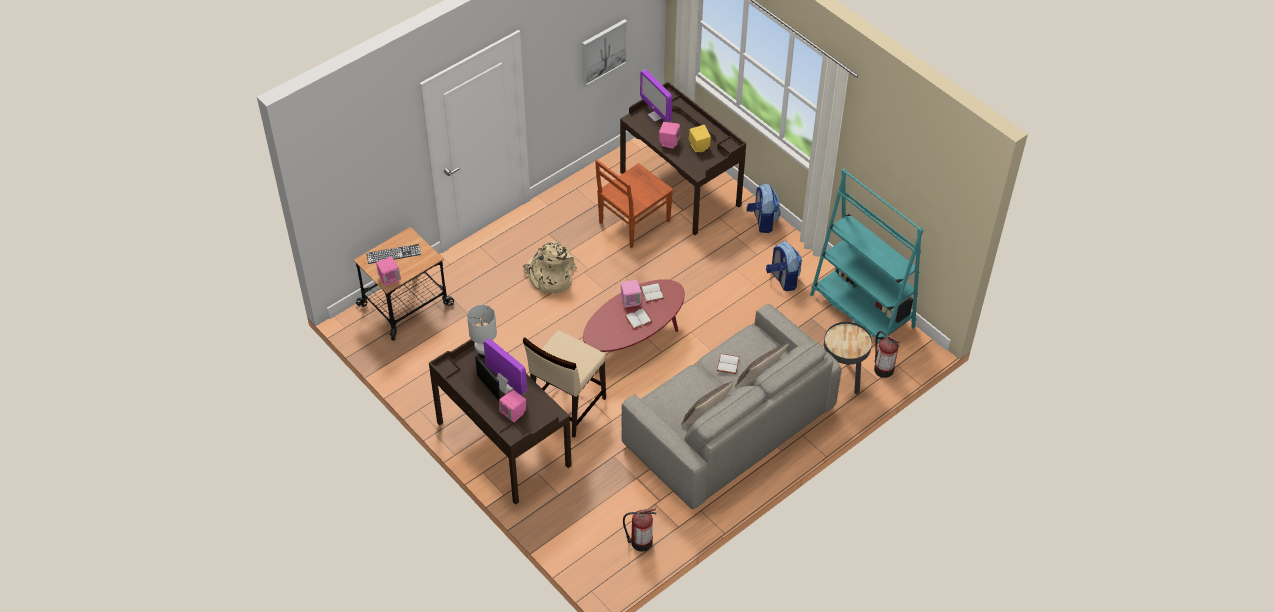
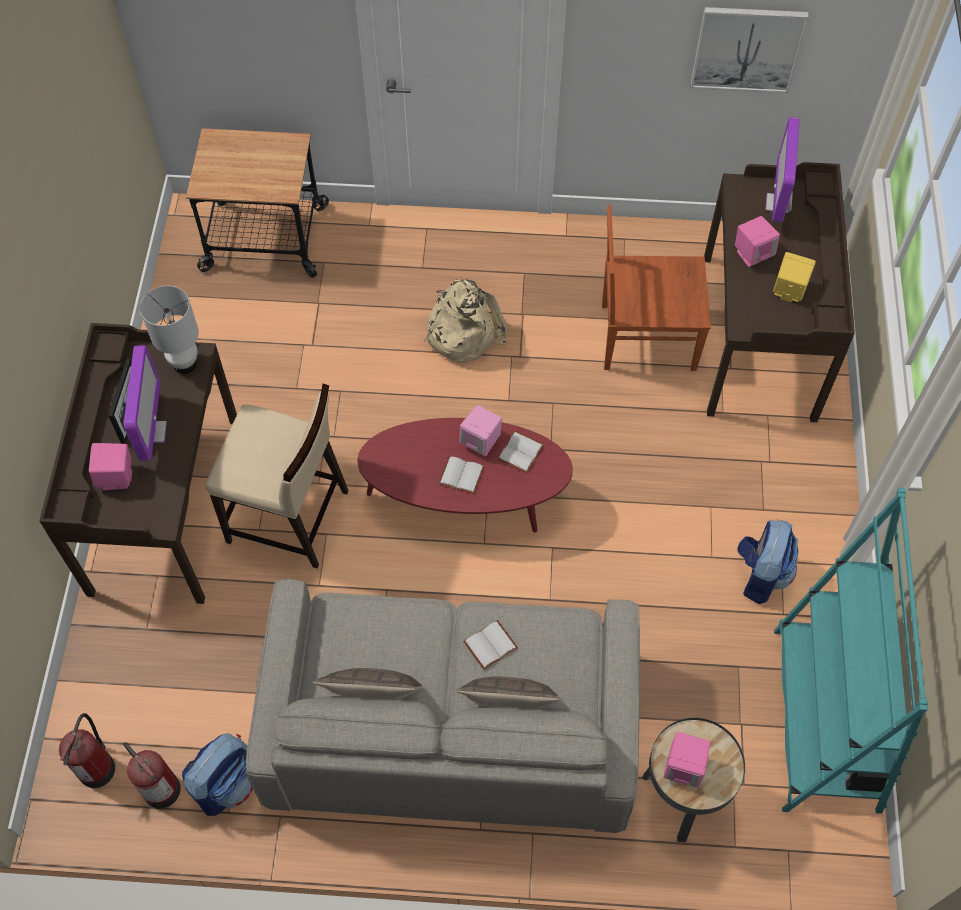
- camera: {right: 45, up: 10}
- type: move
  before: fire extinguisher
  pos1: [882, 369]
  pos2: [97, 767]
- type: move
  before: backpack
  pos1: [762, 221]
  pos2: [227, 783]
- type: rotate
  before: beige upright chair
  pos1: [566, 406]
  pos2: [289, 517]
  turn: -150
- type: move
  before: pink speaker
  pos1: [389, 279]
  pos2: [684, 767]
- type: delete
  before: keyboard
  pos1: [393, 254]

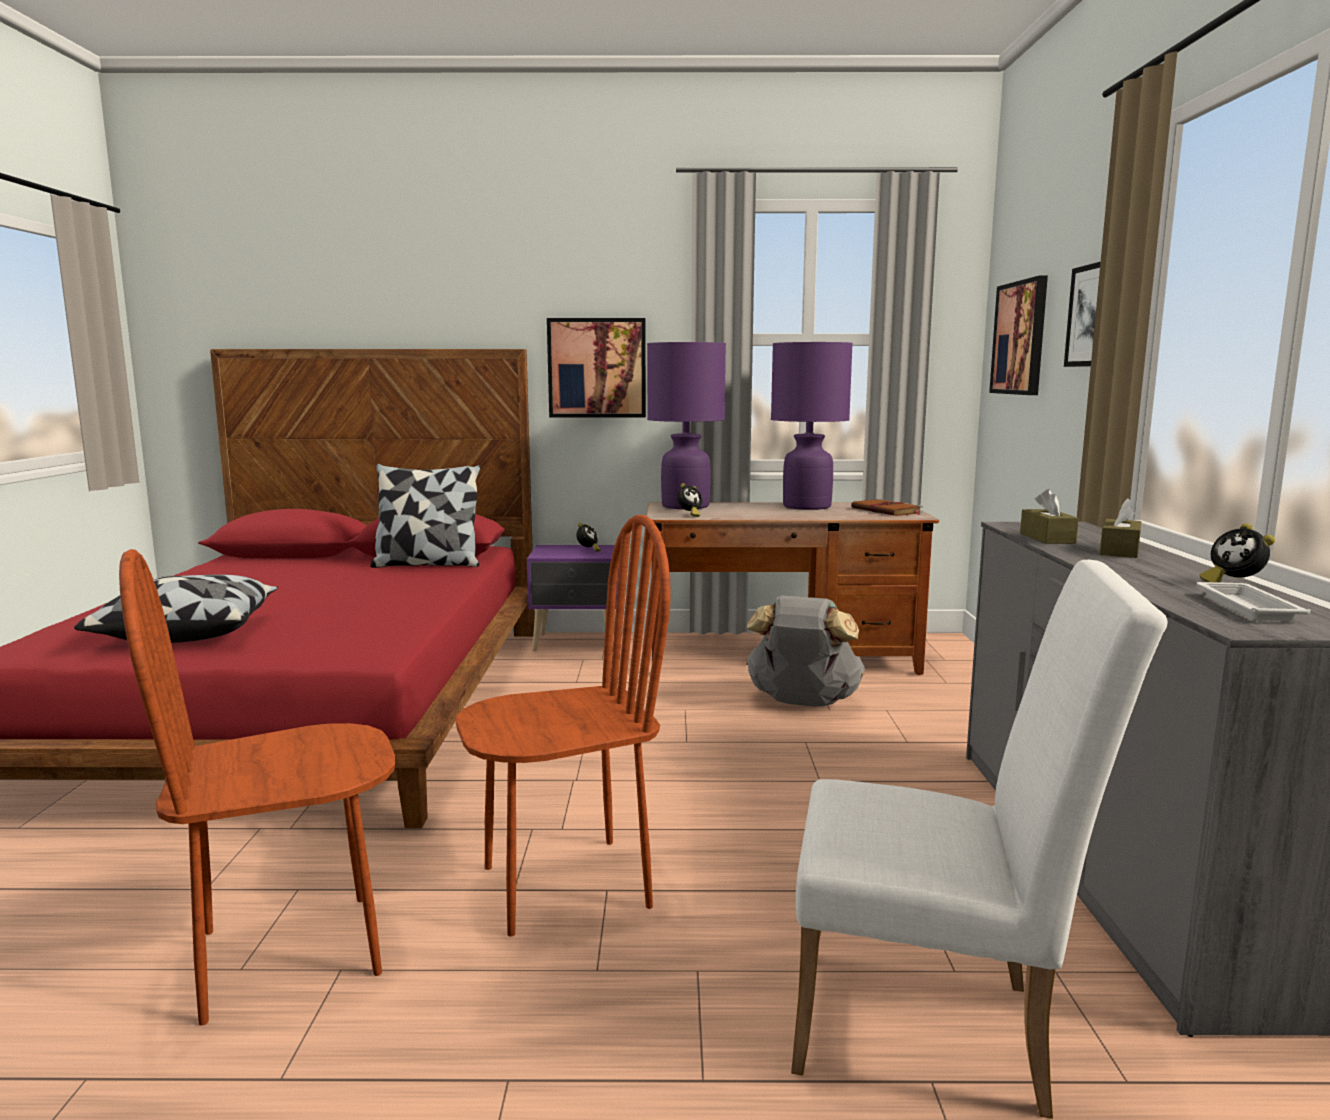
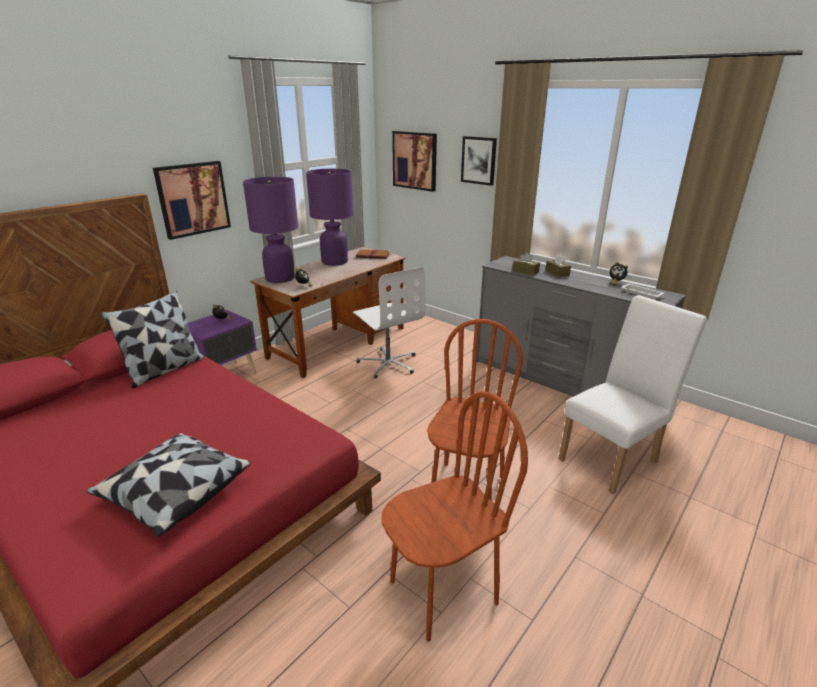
- camera: {right: -50, up: 15}
- type: replace
  before: greyish backpack
  after: white computer chair
  pos1: [802, 703]
  pos2: [388, 363]
- type: rotate
  before: brown upright chair
  pos1: [290, 953]
  pos2: [443, 591]
  turn: -135

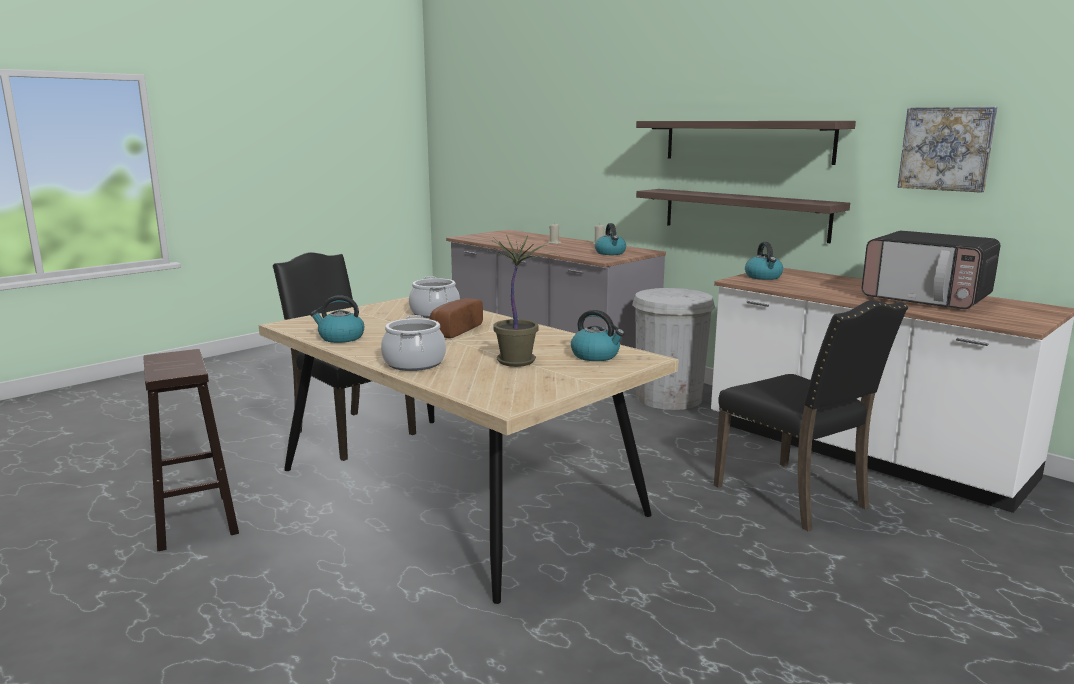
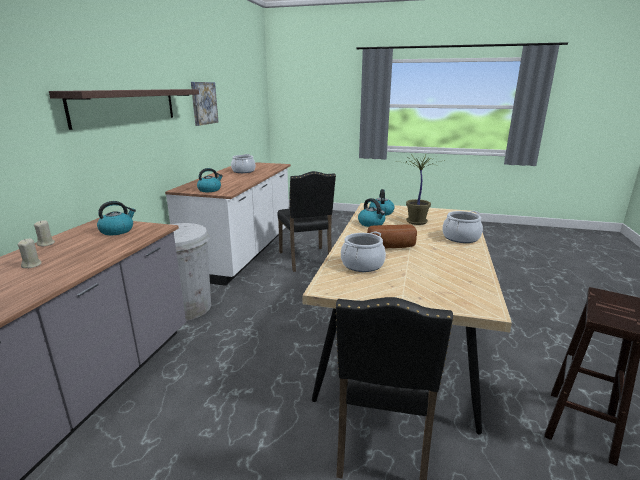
- camera: {right: -120, up: 5}
- type: replace
  before: kitchen microwave
  after: saucepot
  pos1: [927, 298]
  pos2: [243, 171]
- type: rotate
  before: black upright chair
  pos1: [794, 496]
  pos2: [306, 259]
  turn: 135
- type: move
  before: kettle
  pos1: [340, 338]
  pos2: [371, 223]
- type: delete
  before: shelf
  pos1: [744, 214]

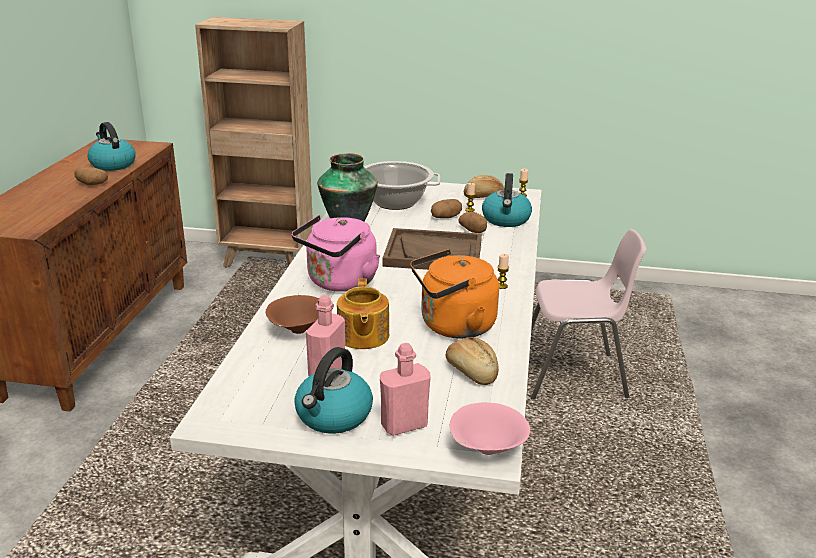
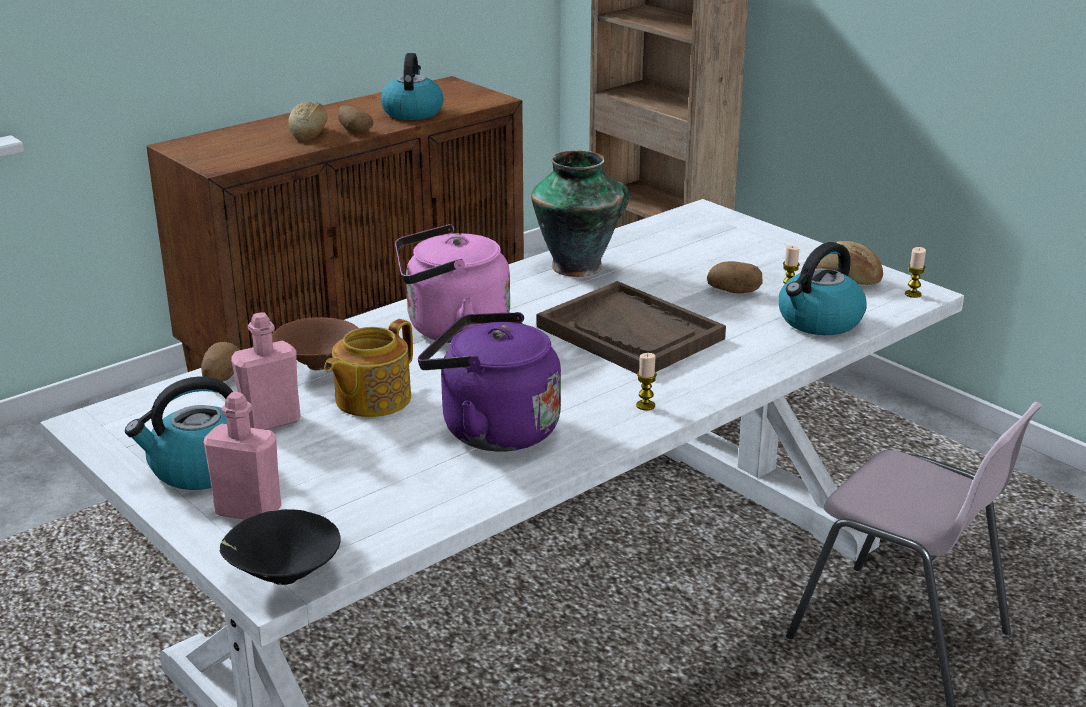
- camera: {right: 40, up: 0}
- type: move
  before: spud
  pos1: [473, 231]
  pos2: [221, 378]
- type: recolor
  before: pink deep dish
  after: black deep dish
  pos1: [486, 450]
  pos2: [282, 577]
- type: move
  before: bakery bread
  pos1: [471, 372]
  pos2: [309, 133]
- type: recolor
  before: orange-coloured kettle
  after: purple-coloured kettle
  pos1: [453, 326]
  pos2: [492, 430]
- type: delete
  before: saucepot
  pos1: [395, 202]

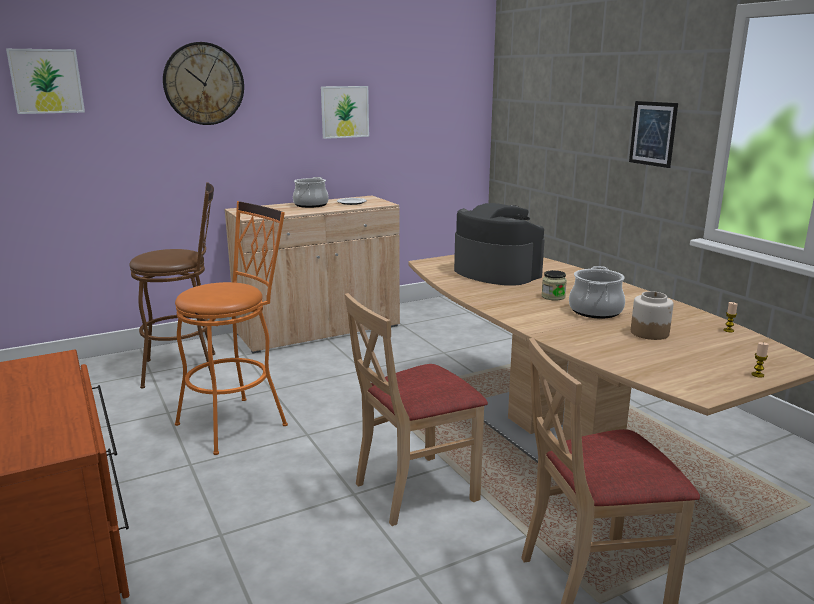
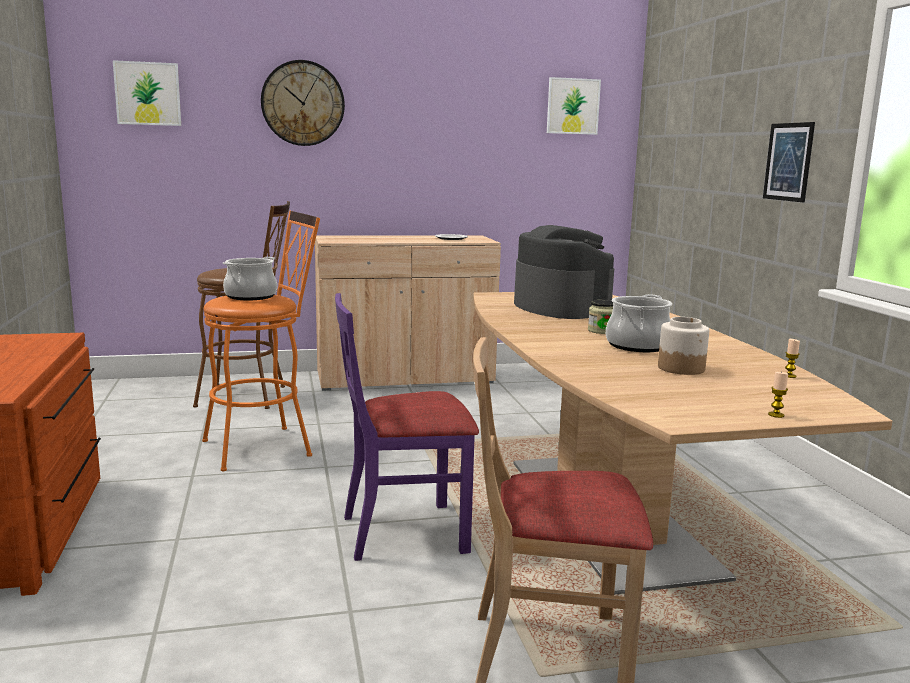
- camera: {right: 15, up: -5}
- type: move
  before: saucepot
  pos1: [310, 205]
  pos2: [250, 296]
- type: recolor
  before: beige upright chair
  after: purple-coloured upright chair
  pos1: [415, 489]
  pos2: [404, 532]
- type: move
  before: wall picture
  pos1: [344, 112]
  pos2: [573, 106]

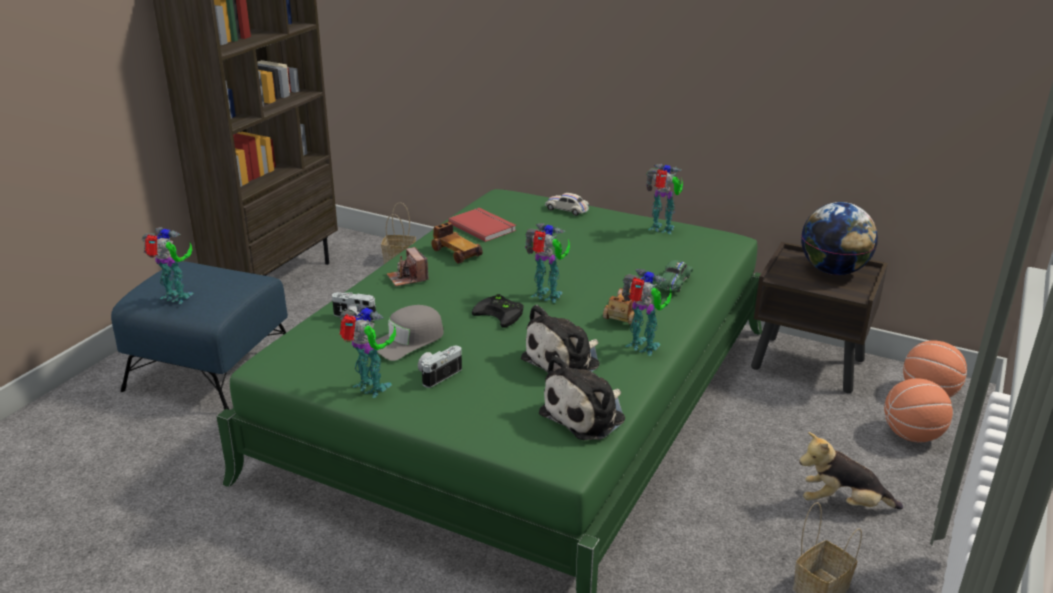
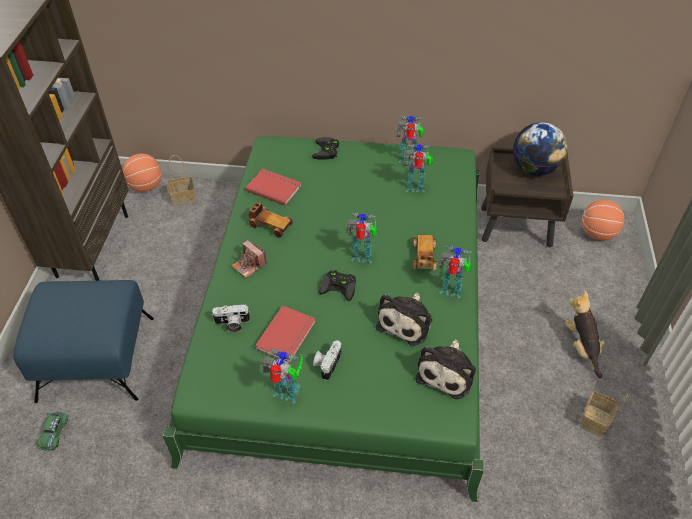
- camera: {right: -20, up: 20}
- type: move
  before: green model car
  pos1: [673, 282]
  pos2: [54, 432]
- type: move
  before: basketball
  pos1: [912, 435]
  pos2: [146, 186]
- type: replace
  before: greyish cap
  after: red book
  pos1: [408, 341]
  pos2: [288, 335]
- type: replace
  before: white model car
  after: black game controller
  pos1: [566, 209]
  pos2: [327, 151]
- type: move
  before: toy robot
  pos1: [176, 298]
  pos2: [416, 188]
- type: rotate
  before: plush toy
  pos1: [842, 504]
  pos2: [581, 346]
  turn: 90

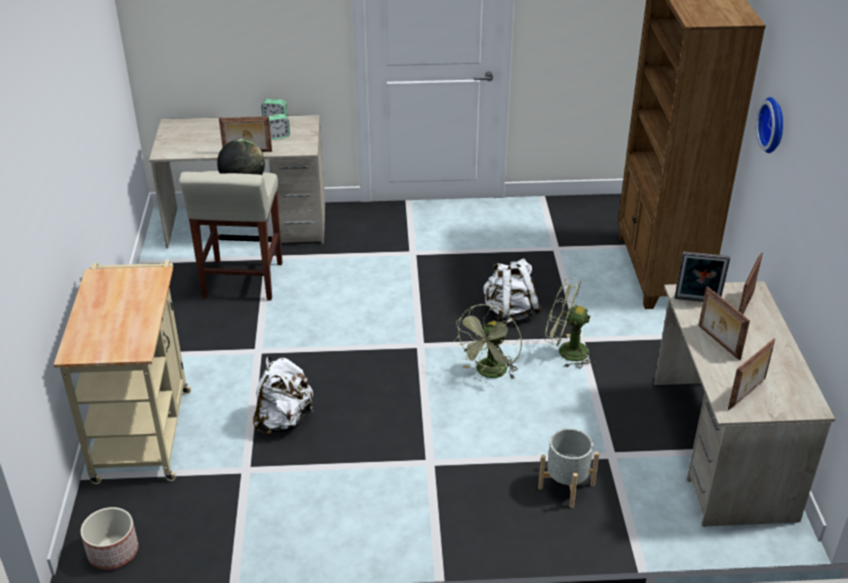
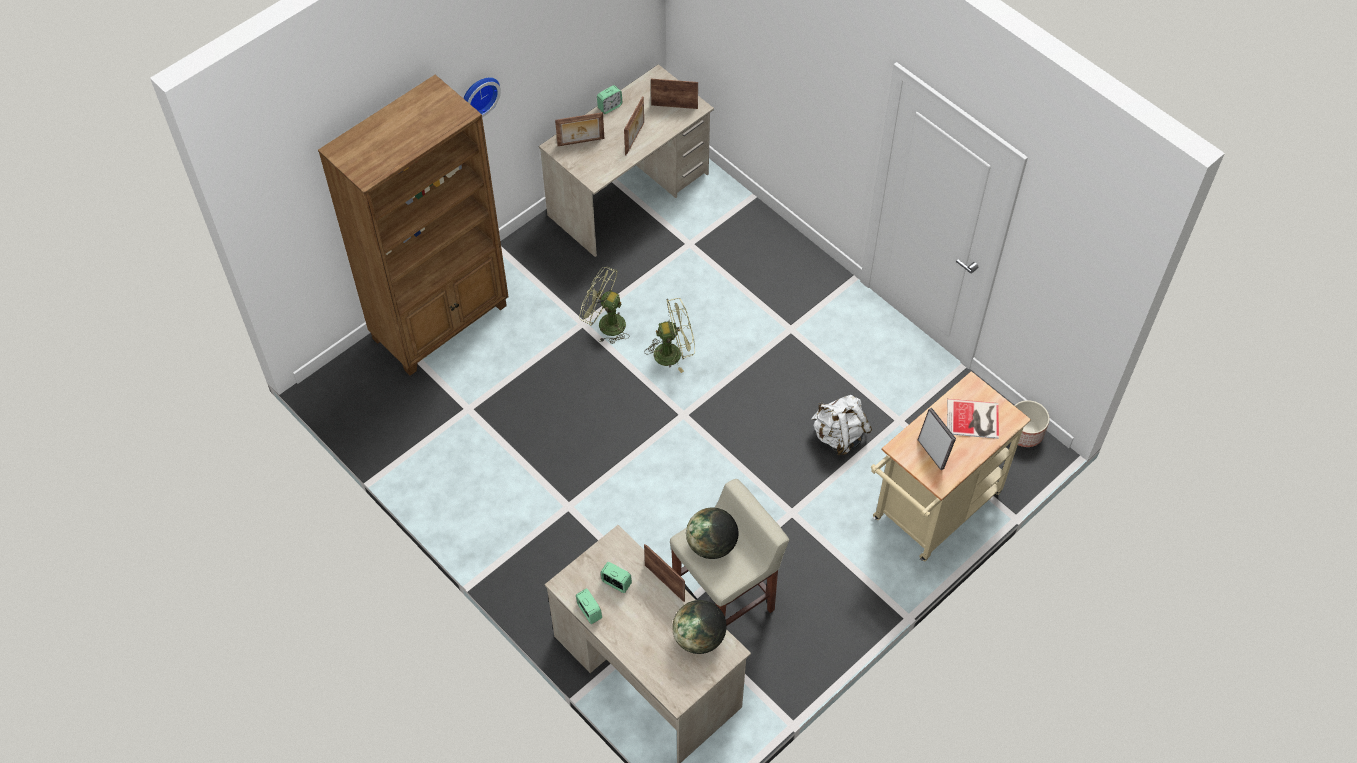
- camera: {right: -130, up: 20}
- type: rotate
  before: green cooling fan
  pos1: [566, 351]
  pos2: [605, 324]
  turn: 135
- type: insert
  after: bedside clock
  pos2: [609, 107]
- type: insert
  after: globe
  pos2: [699, 638]
- type: move
  before: standing frame
  pos1: [697, 301]
  pos2: [932, 453]
- type: insert
  after: book
  pos2: [974, 420]
- type: delete
  before: white backpack
  pos1: [510, 313]
- type: delete
  before: greyish planter
  pos1: [566, 486]

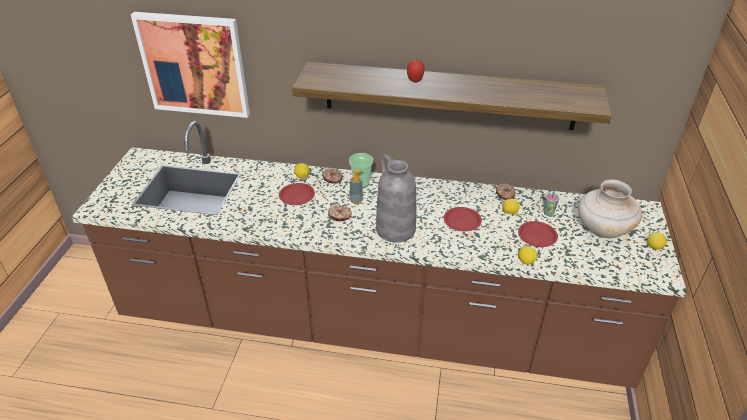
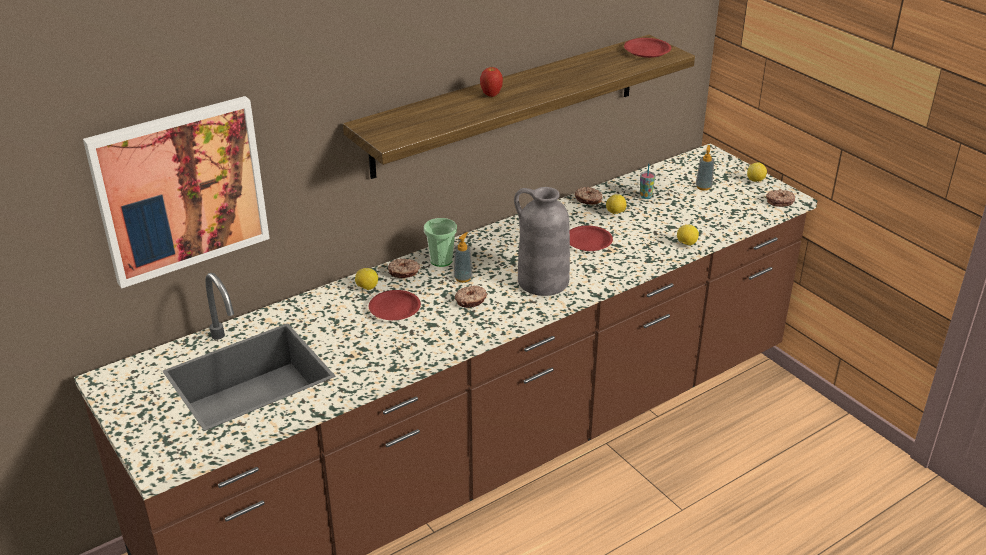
- camera: {right: -45, up: -5}
- type: move
  before: red plate
  pos1: [537, 236]
  pos2: [647, 51]
- type: replace
  before: beige decorative vase
  after: liquid soap bottle
  pos1: [602, 230]
  pos2: [703, 187]
- type: insert
  after: doughnut
  pos2: [779, 201]

